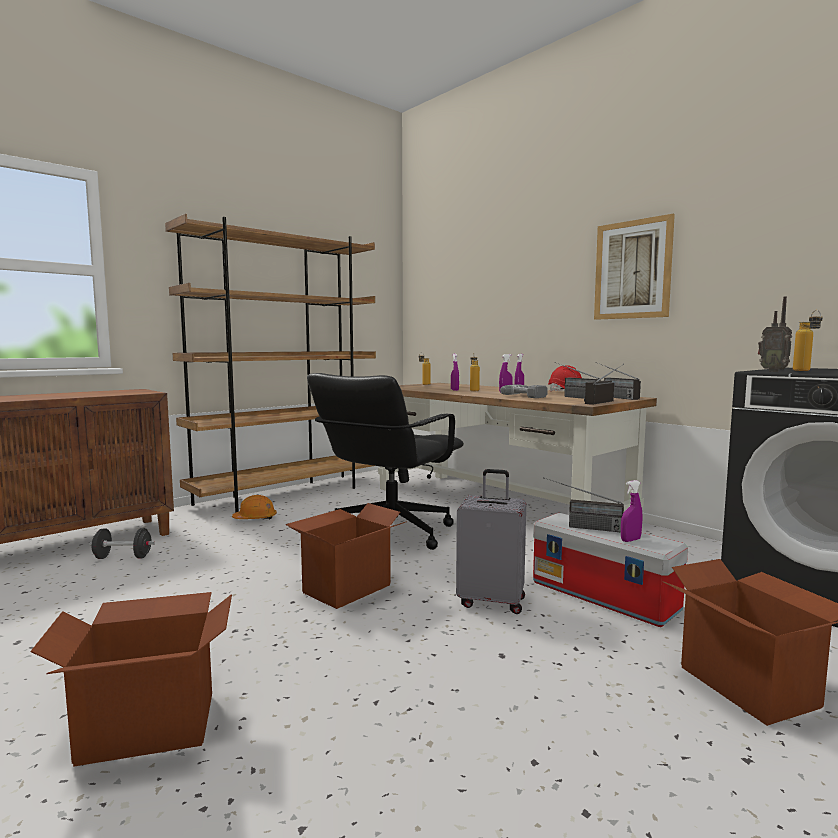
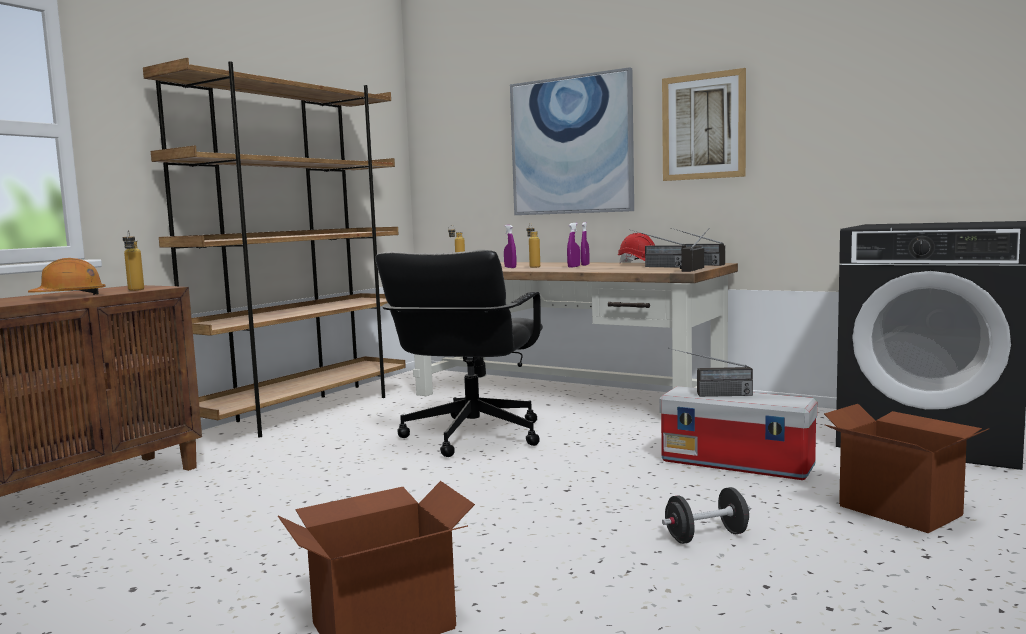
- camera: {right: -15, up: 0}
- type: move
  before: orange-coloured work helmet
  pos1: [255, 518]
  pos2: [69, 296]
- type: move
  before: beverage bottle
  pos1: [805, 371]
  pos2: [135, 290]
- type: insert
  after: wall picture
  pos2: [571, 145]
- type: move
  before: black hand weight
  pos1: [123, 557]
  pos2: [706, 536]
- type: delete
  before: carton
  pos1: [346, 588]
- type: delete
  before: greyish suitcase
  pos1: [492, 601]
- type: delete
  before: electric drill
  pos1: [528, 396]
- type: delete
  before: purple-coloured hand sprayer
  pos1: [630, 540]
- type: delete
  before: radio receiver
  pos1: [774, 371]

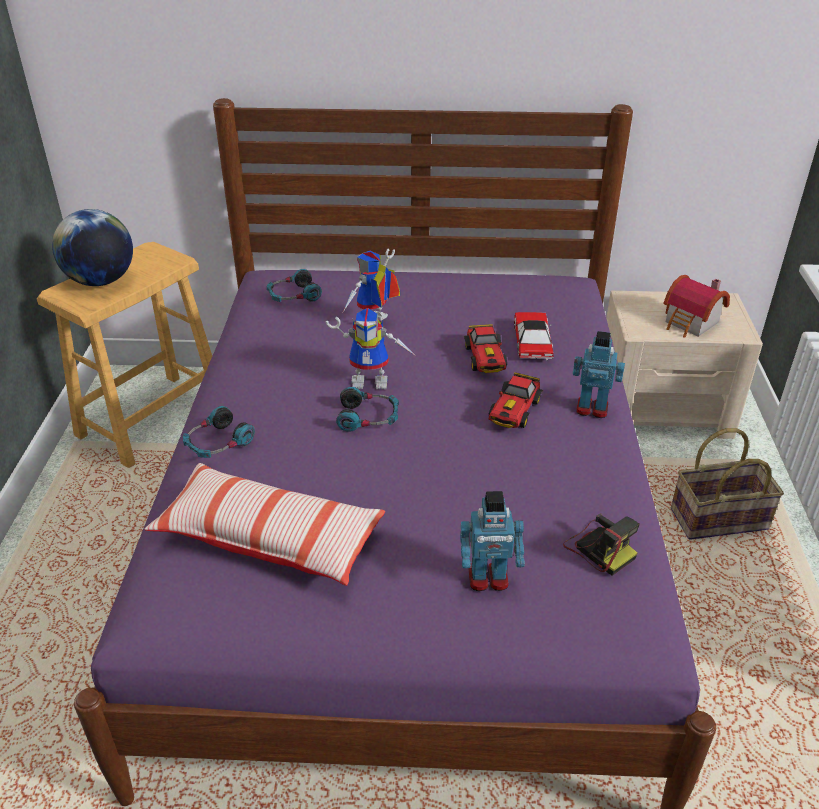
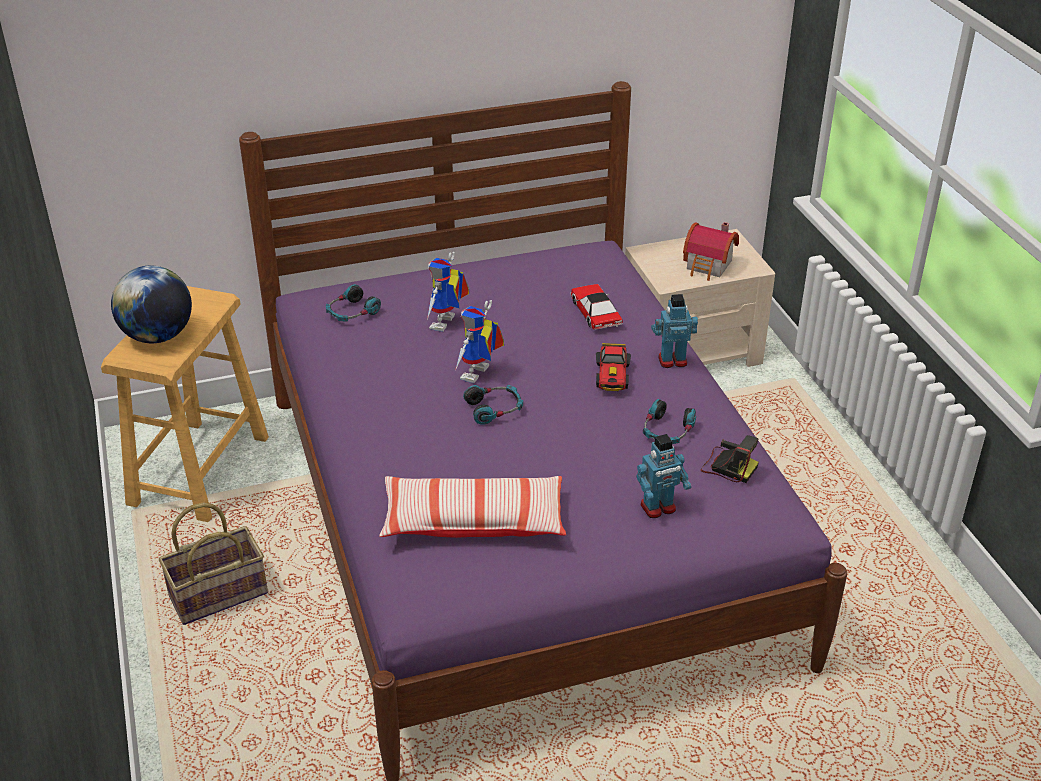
- camera: {right: -20, up: 0}
- type: move
  before: storage basket
  pos1: [718, 518]
  pos2: [218, 593]
- type: rotate
  before: toy robot
  pos1: [373, 380]
  pos2: [478, 376]
  turn: 135
- type: move
  before: headphones
  pos1: [218, 443]
  pos2: [667, 431]
- type: delete
  before: model car
  pos1: [485, 360]

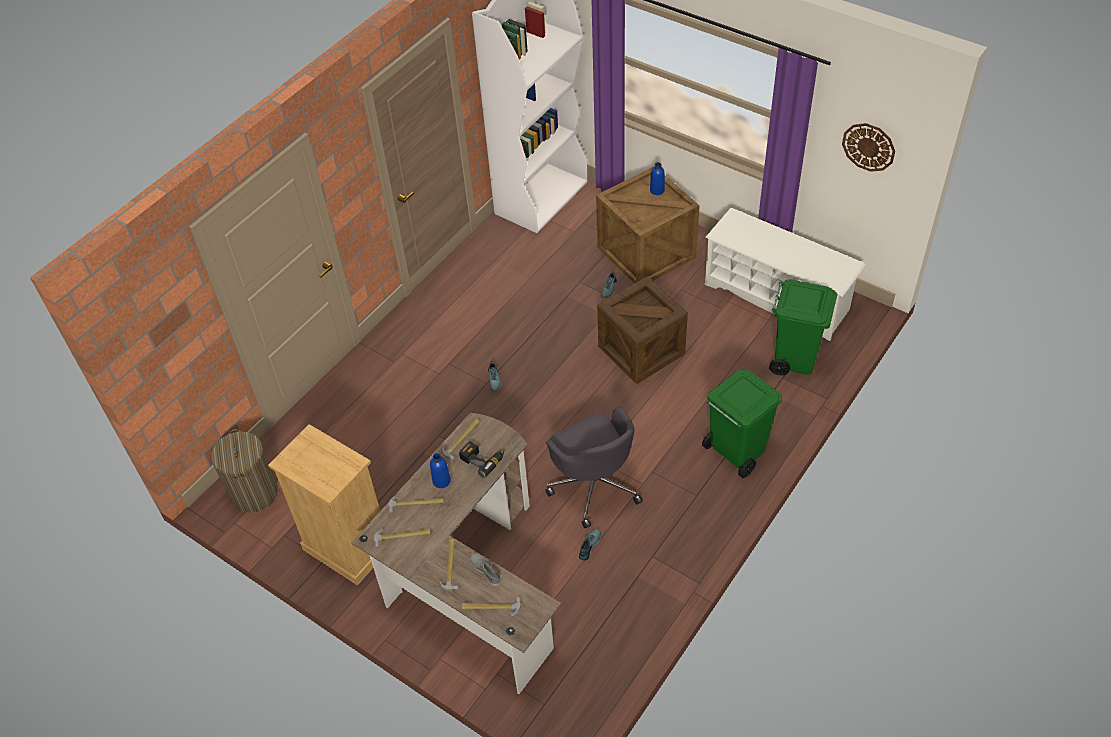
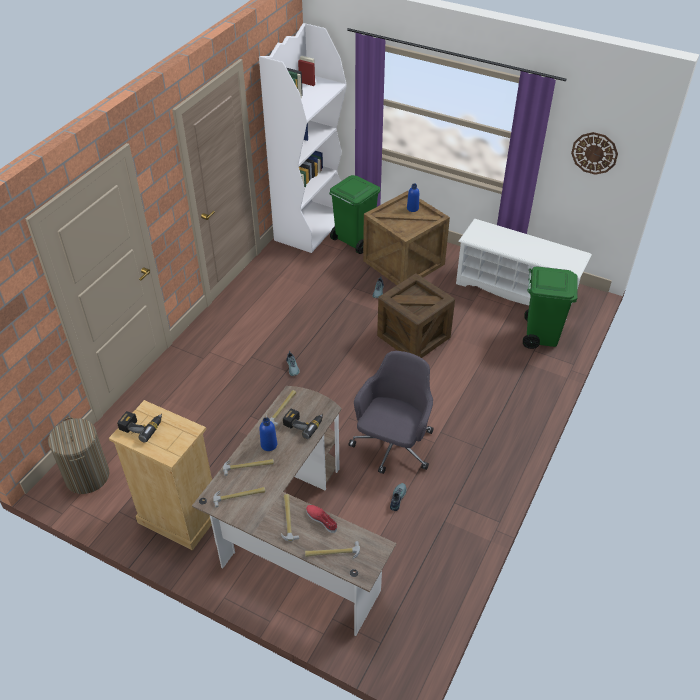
- camera: {right: -10, up: -5}
- type: insert
  after: electric drill
  pos2: [142, 426]
- type: recolor
  before: greyish item of footwear
  after: red item of footwear
  pos1: [486, 570]
  pos2: [322, 519]
- type: move
  before: green rubbish bin
  pos1: [736, 452]
  pos2: [353, 241]
- type: rotate
  before: greyish computer chair
  pos1: [594, 484]
  pos2: [393, 446]
  turn: -120

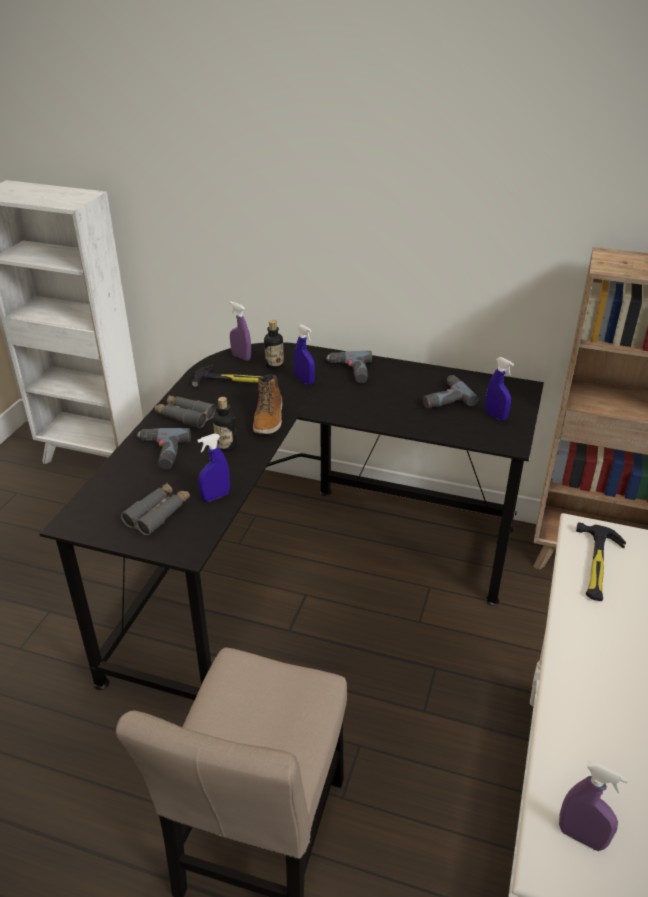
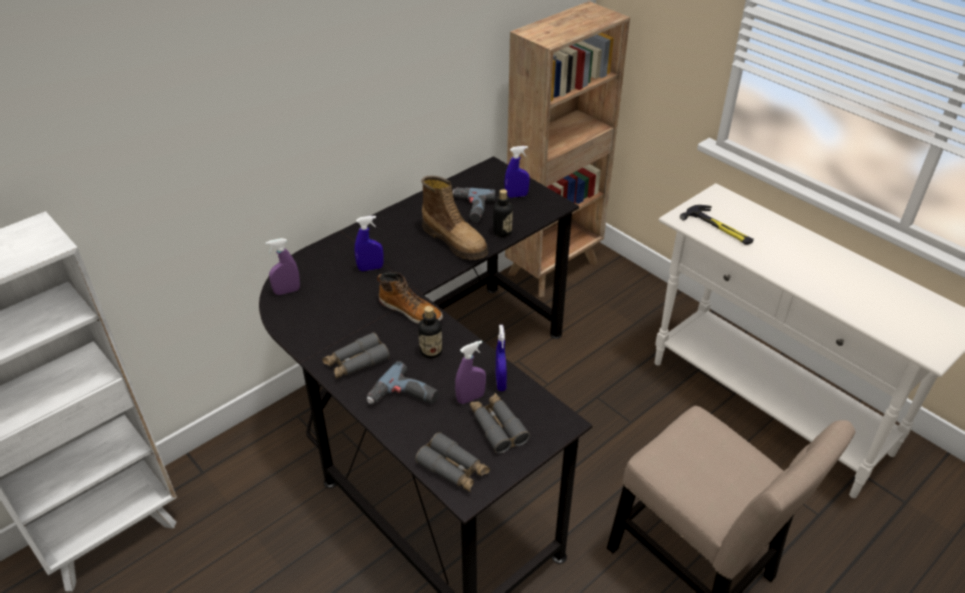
- camera: {right: -60, up: 5}
- type: insert
  after: greyish pair of binoculars
  pos2: [453, 469]
- type: insert
  after: high-top boot
  pos2: [455, 241]
- type: move
  before: purple-coloured hand sprayer
  pos1: [581, 837]
  pos2: [470, 398]
- type: move
  before: beverage bottle
  pos1: [274, 365]
  pos2: [502, 232]
- type: delete
  before: hammer
  pos1: [232, 380]
- type: delete
  before: electric drill
  pos1: [350, 371]

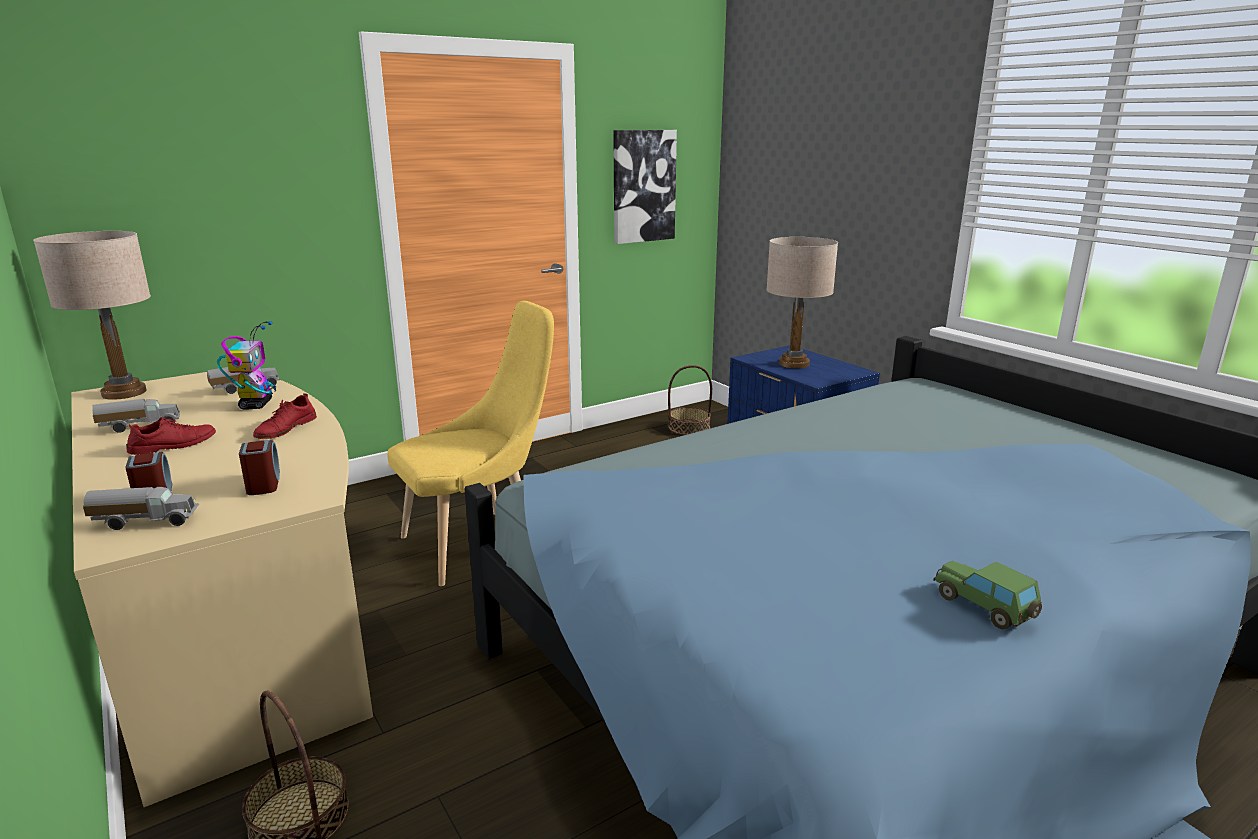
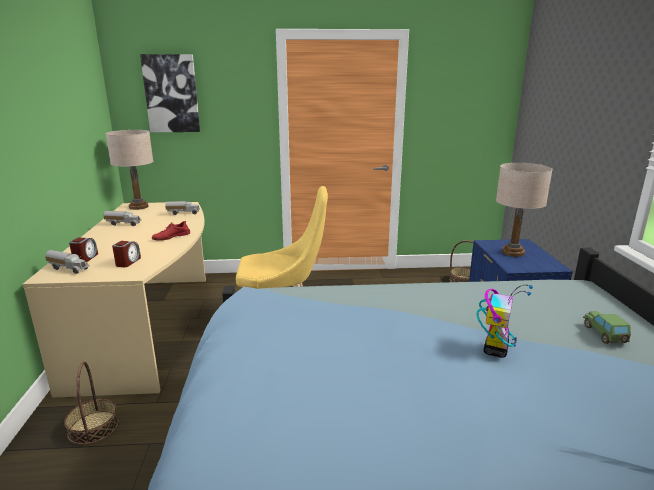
- camera: {right: 30, up: 0}
- type: move
  before: wall picture
  pos1: [643, 186]
  pos2: [171, 94]
- type: move
  before: toy robot
  pos1: [256, 404]
  pos2: [495, 350]
- type: move
  before: model car
  pos1: [984, 607]
  pos2: [604, 334]
- type: delete
  before: red item of footwear
  pos1: [173, 445]

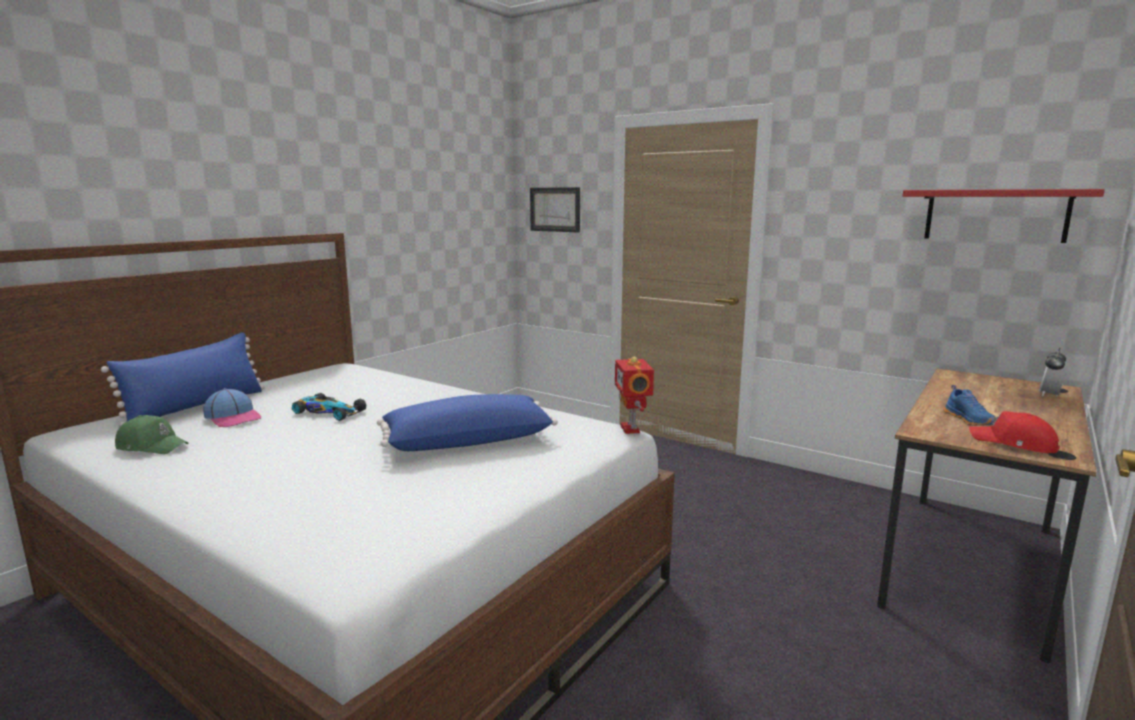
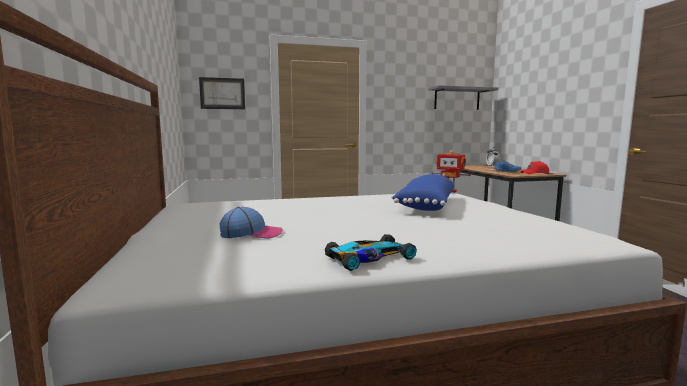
- camera: {right: -50, up: -5}
- type: move
  before: model car
  pos1: [328, 412]
  pos2: [368, 258]
- type: recolor
  before: red shelf
  after: greyish shelf
  pos1: [995, 215]
  pos2: [457, 99]
- type: delete
  before: bluish cushion
  pos1: [196, 407]
- type: delete
  before: green cap
  pos1: [152, 446]

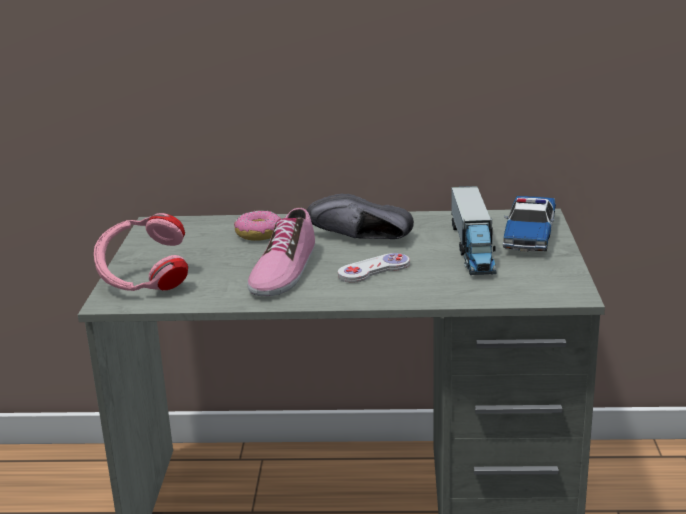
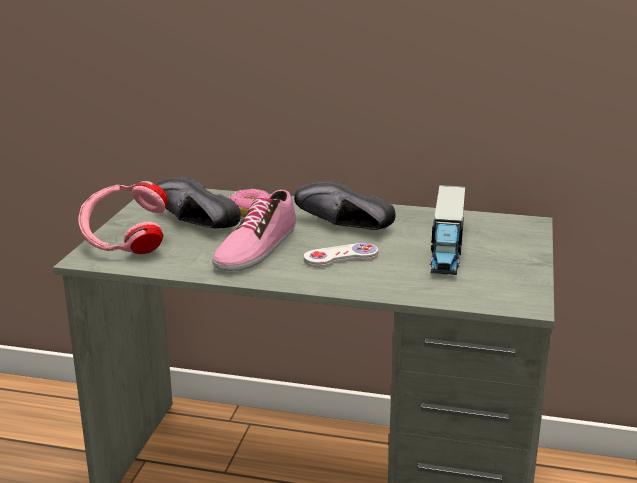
- camera: {right: 10, up: 0}
- type: insert
  after: black item of footwear
  pos2: [190, 224]
- type: delete
  before: model car
  pos1: [529, 235]

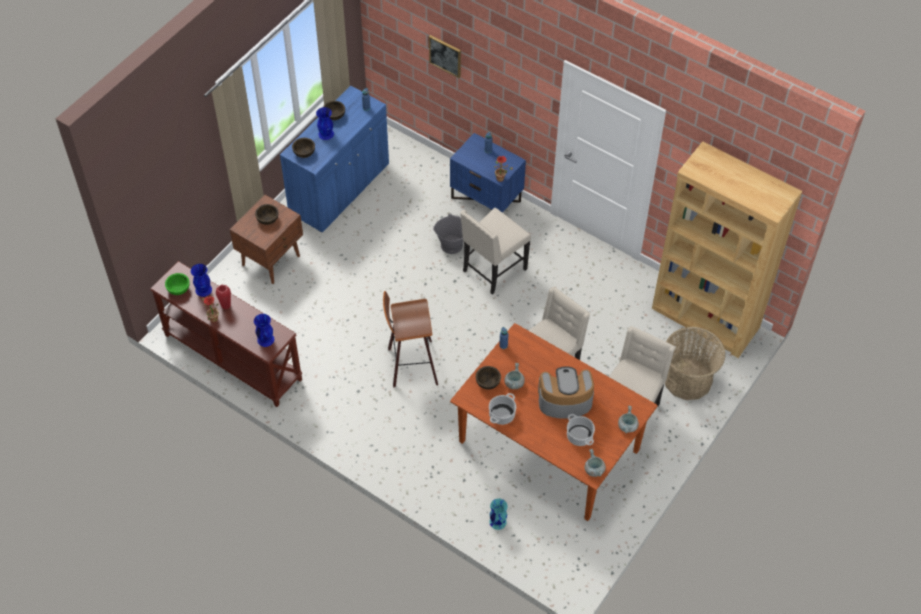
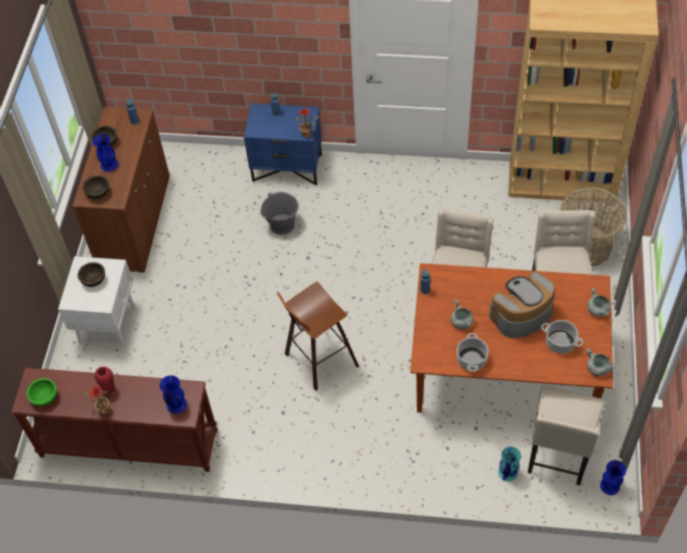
- camera: {right: -25, up: 0}
- type: recolor
  before: brown nightstand
  after: white nightstand
  pos1: [272, 260]
  pos2: [108, 323]
- type: recolor
  before: bluish cupboard
  after: brown cupboard
  pos1: [339, 189]
  pos2: [135, 222]
- type: move
  before: beige upright chair
  pos1: [493, 270]
  pos2: [558, 454]
- type: move
  before: bluish decorative vase
  pos1: [203, 290]
  pos2: [610, 486]
- type: delete
  before: wall picture
  pos1: [445, 55]
- type: delete
  before: brown deep dish
  pos1: [487, 382]

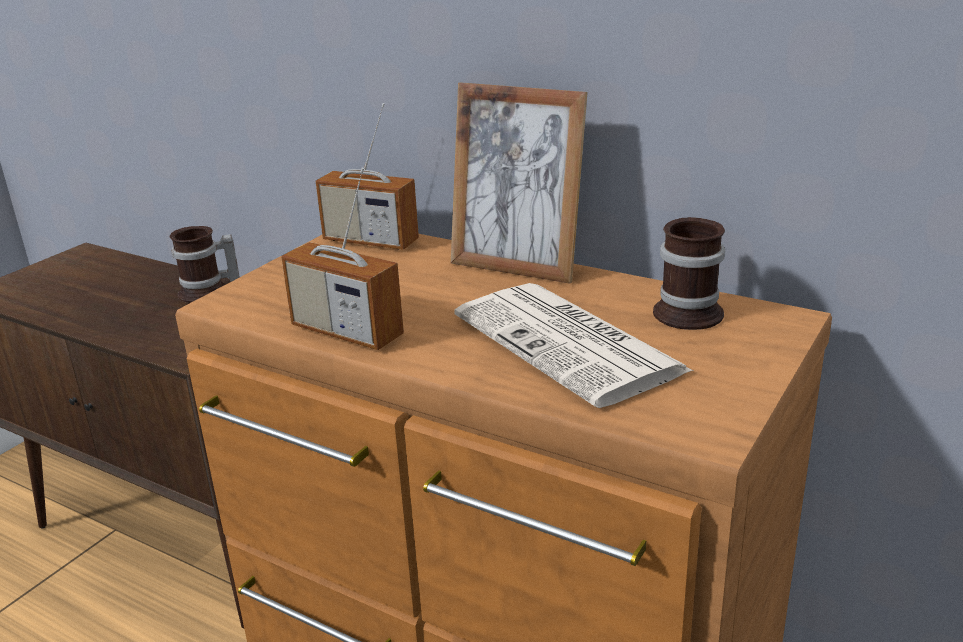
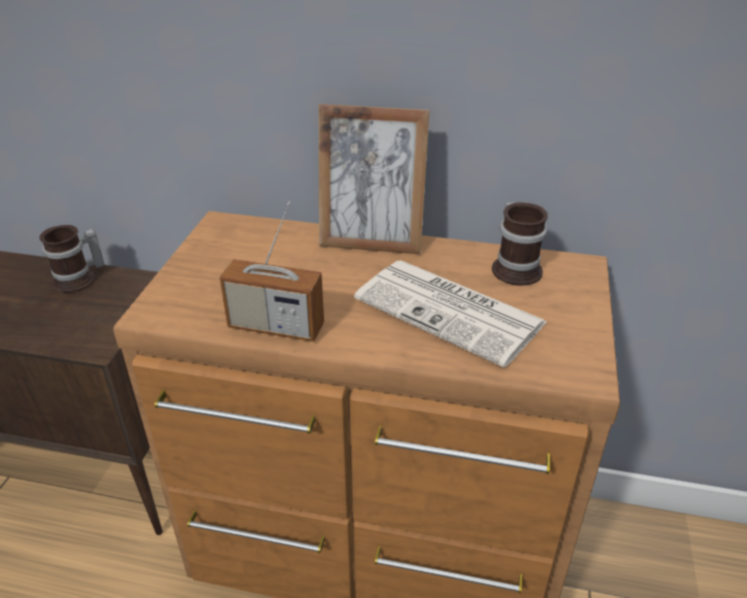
- camera: {right: -20, up: 10}
- type: delete
  before: radio receiver
  pos1: [370, 241]

